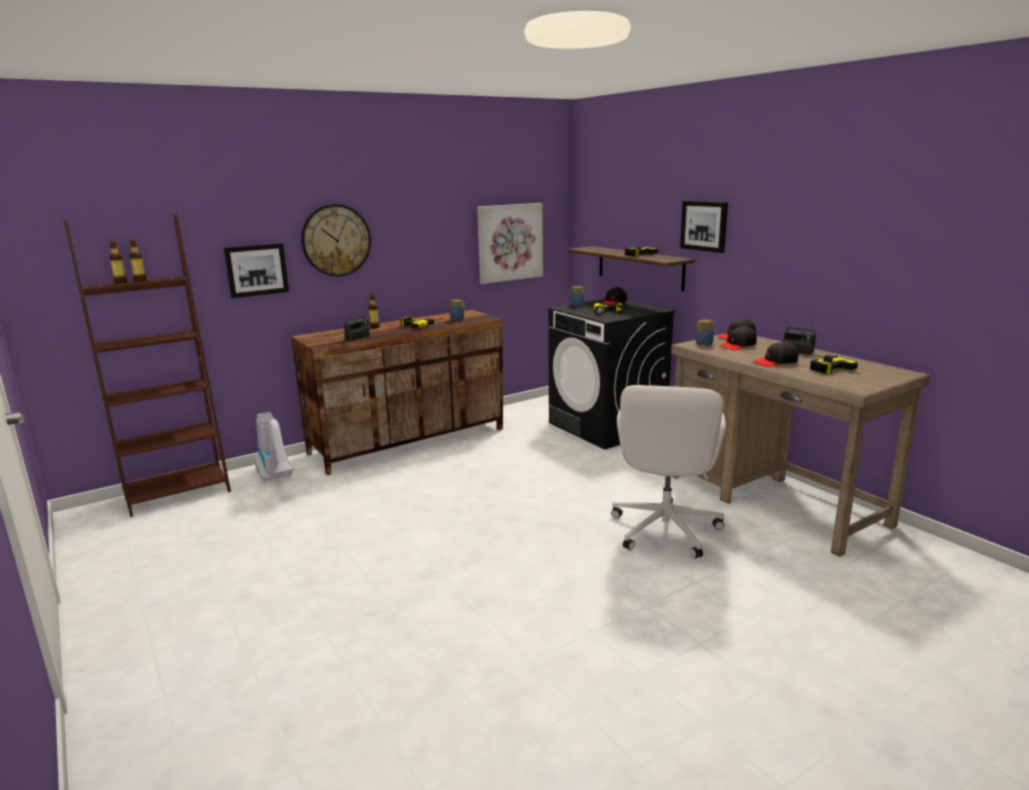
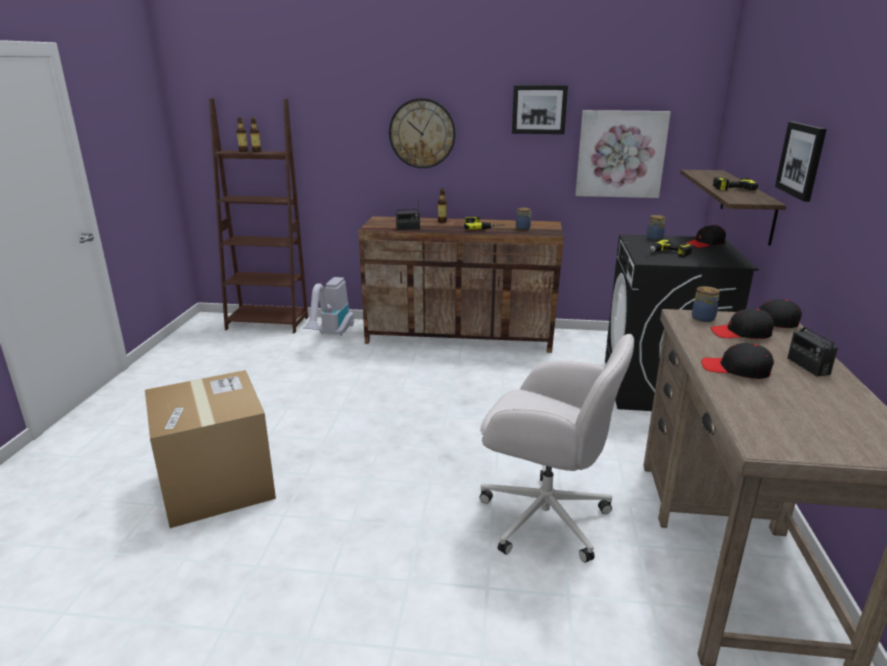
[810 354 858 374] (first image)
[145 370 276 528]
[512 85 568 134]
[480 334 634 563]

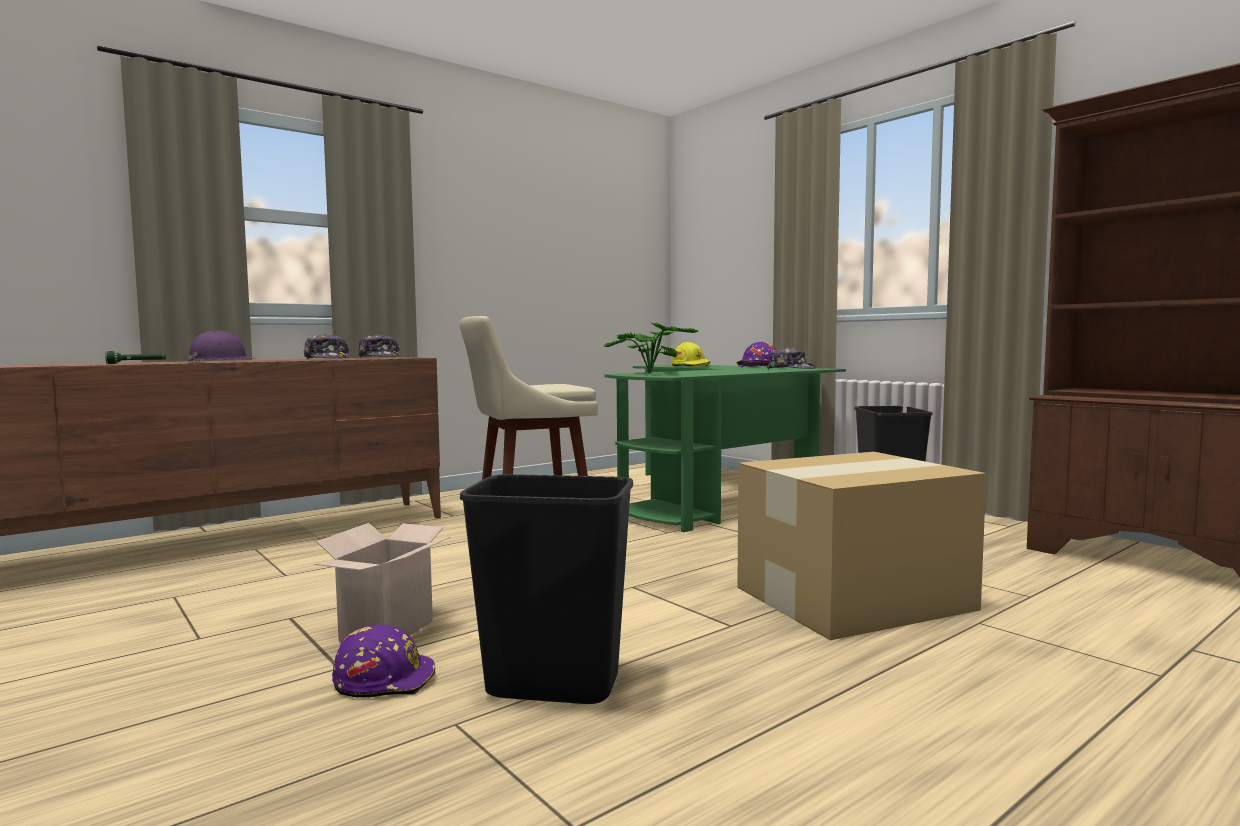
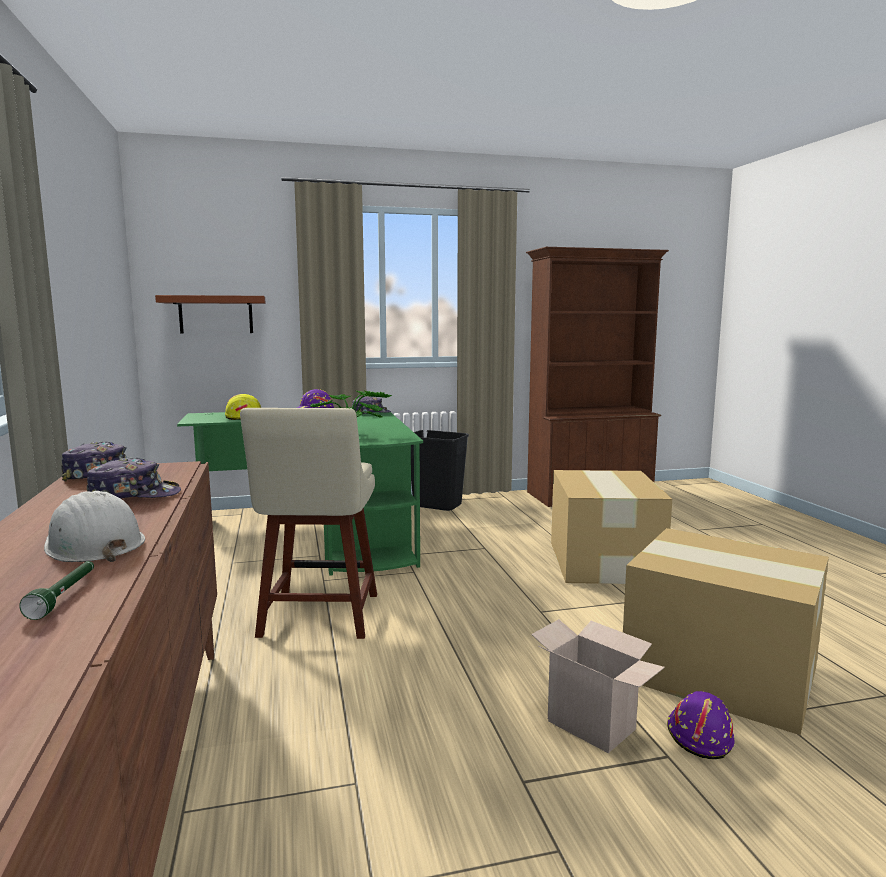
[155 295 265 334]
[623 528 829 735]
[44 491 145 562]

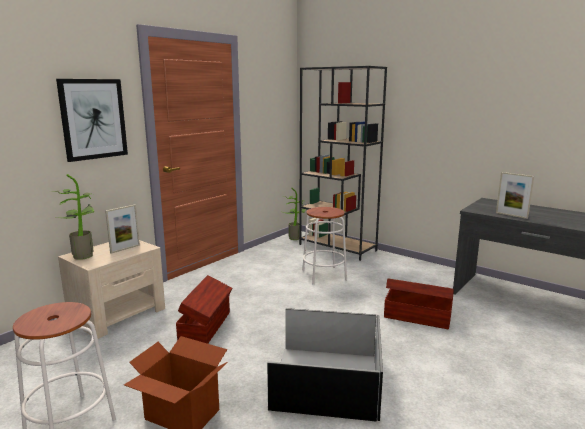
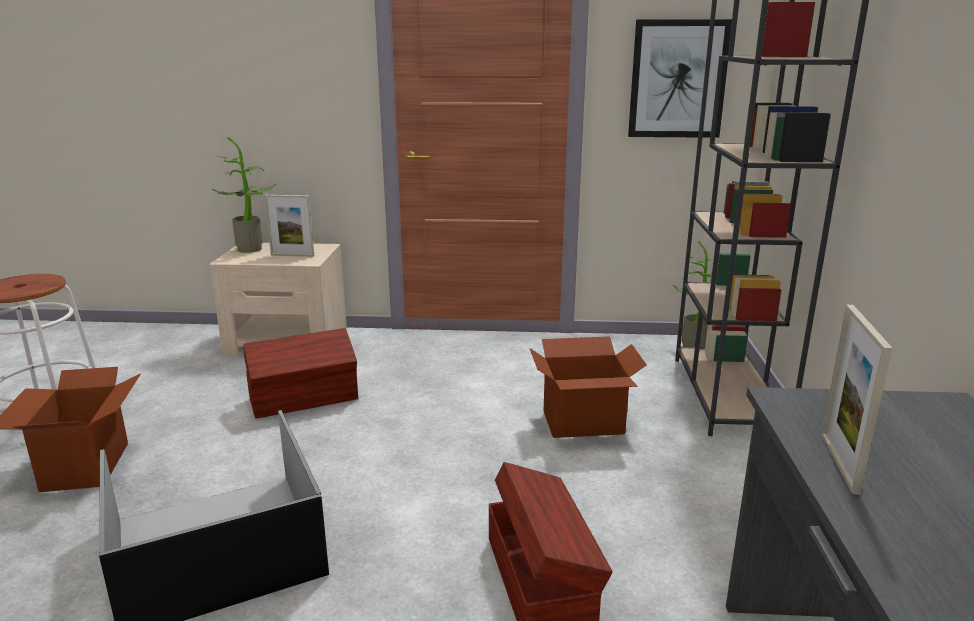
[628 19 732 138]
[530 336 647 438]

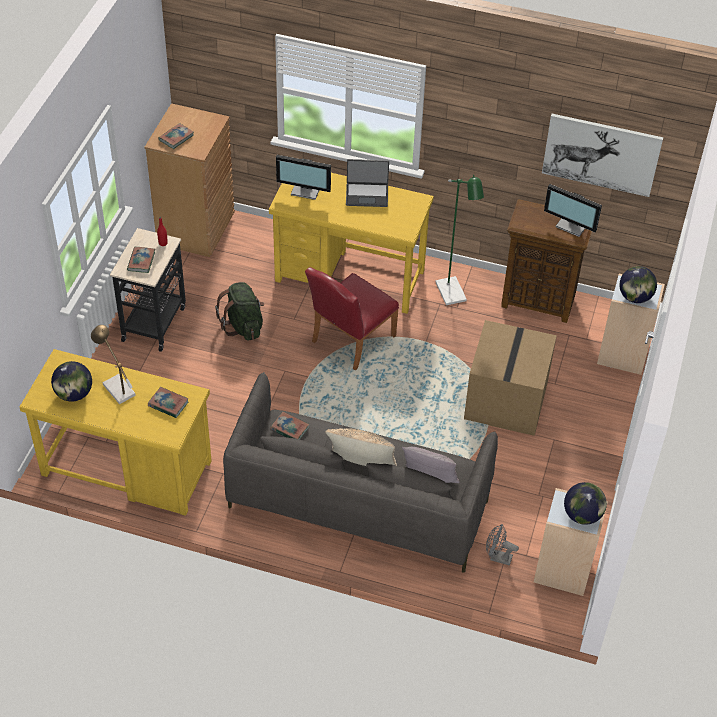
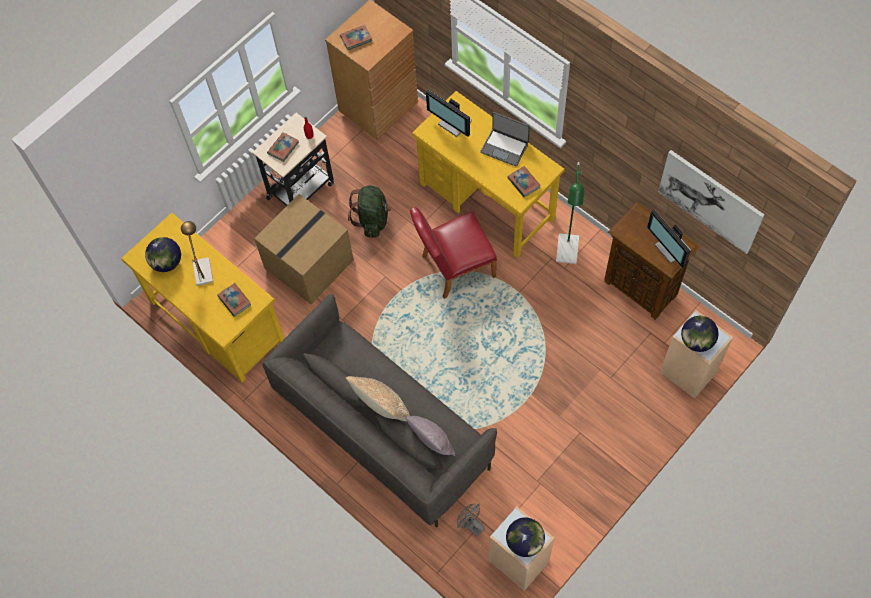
[507 166 541 197]
[254 194 354 304]

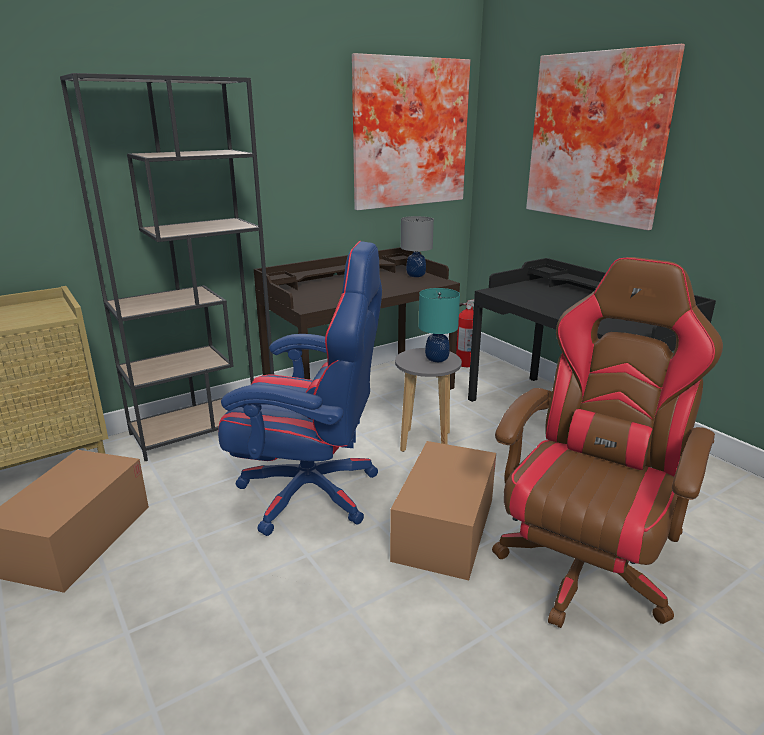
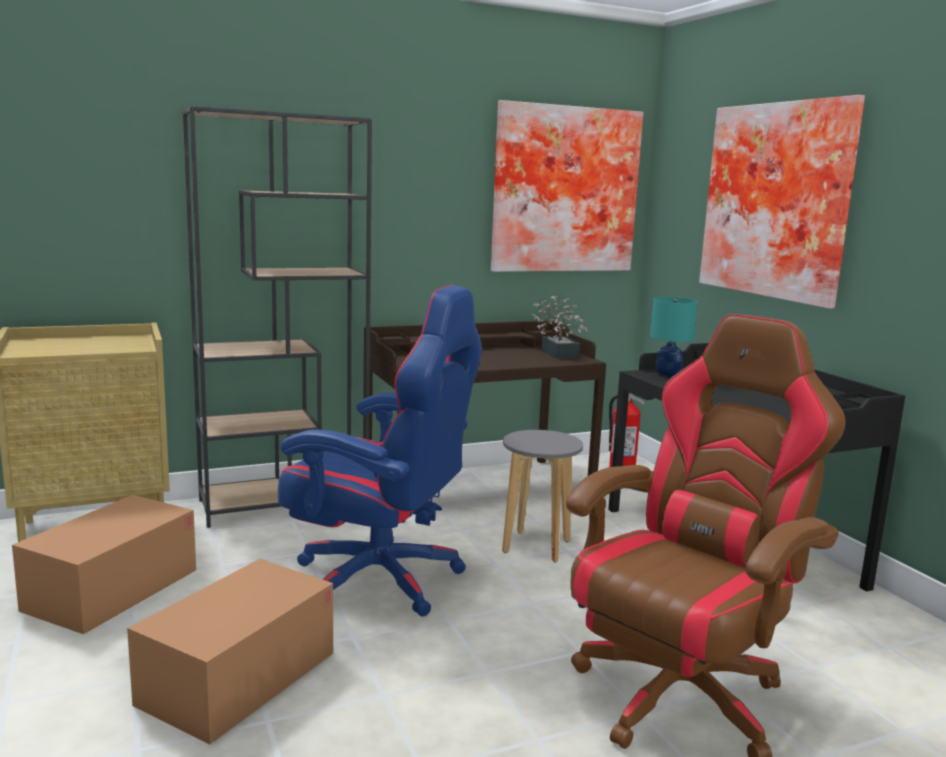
[127 559 333 744]
[650 297 698 376]
[532 296 588 358]

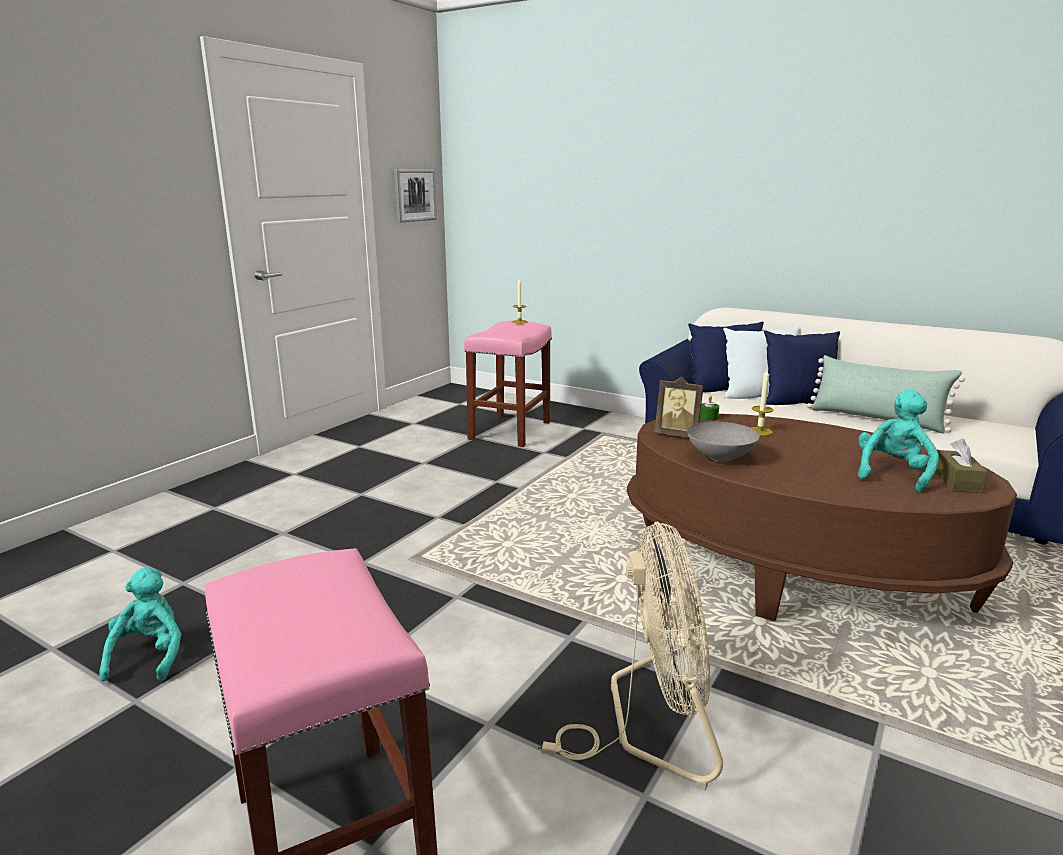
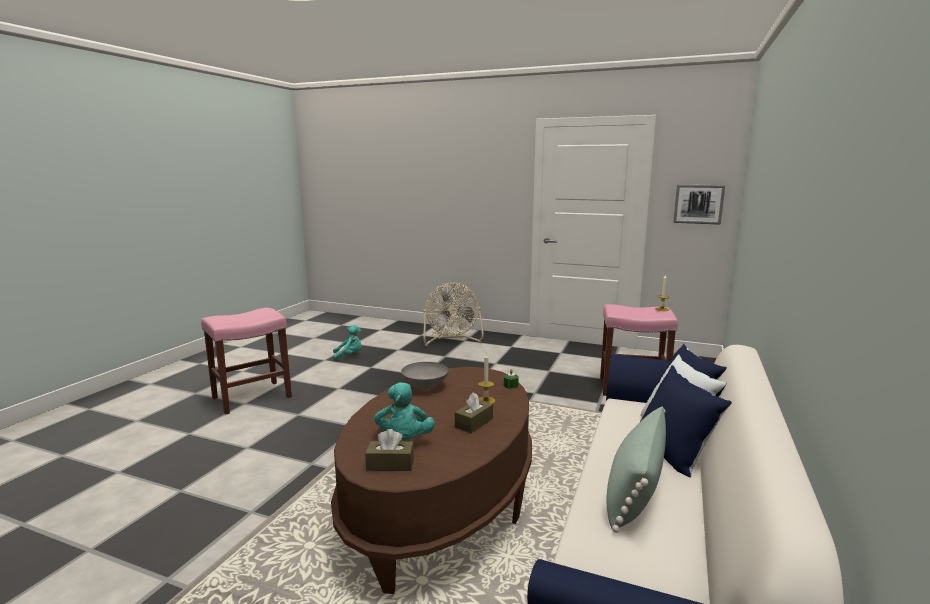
[655 376 703 438] (first image)
[455 392 493 433]
[423 282 484 346]
[374 383 435 440]

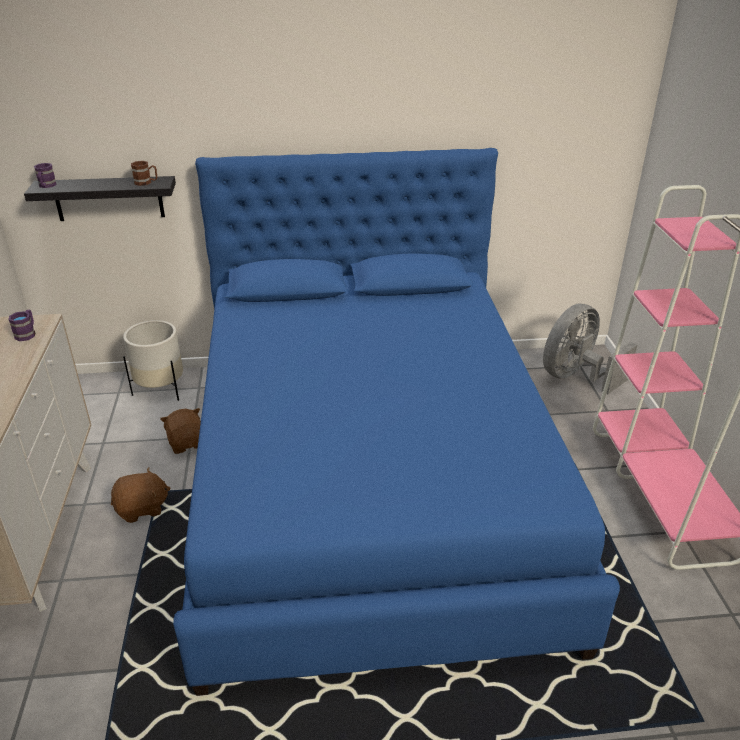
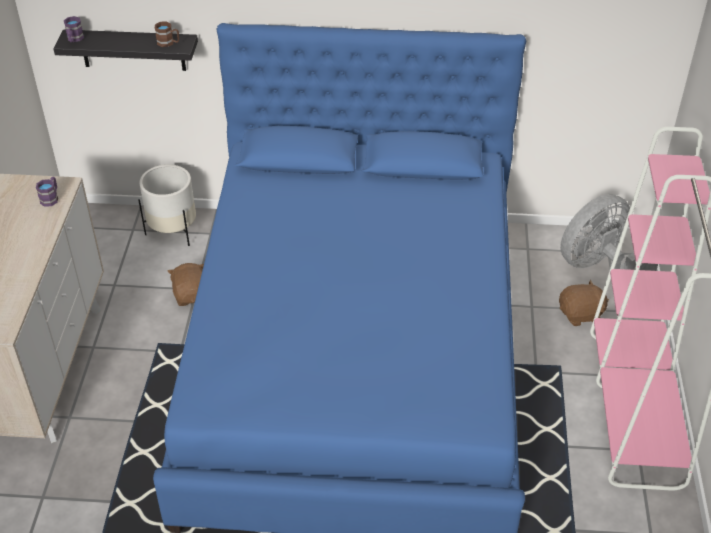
[559 279 609 326]

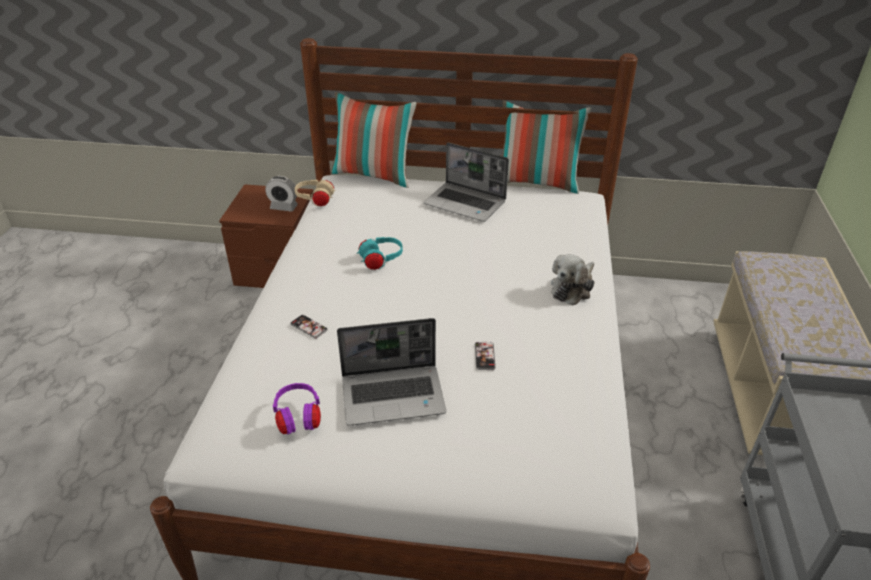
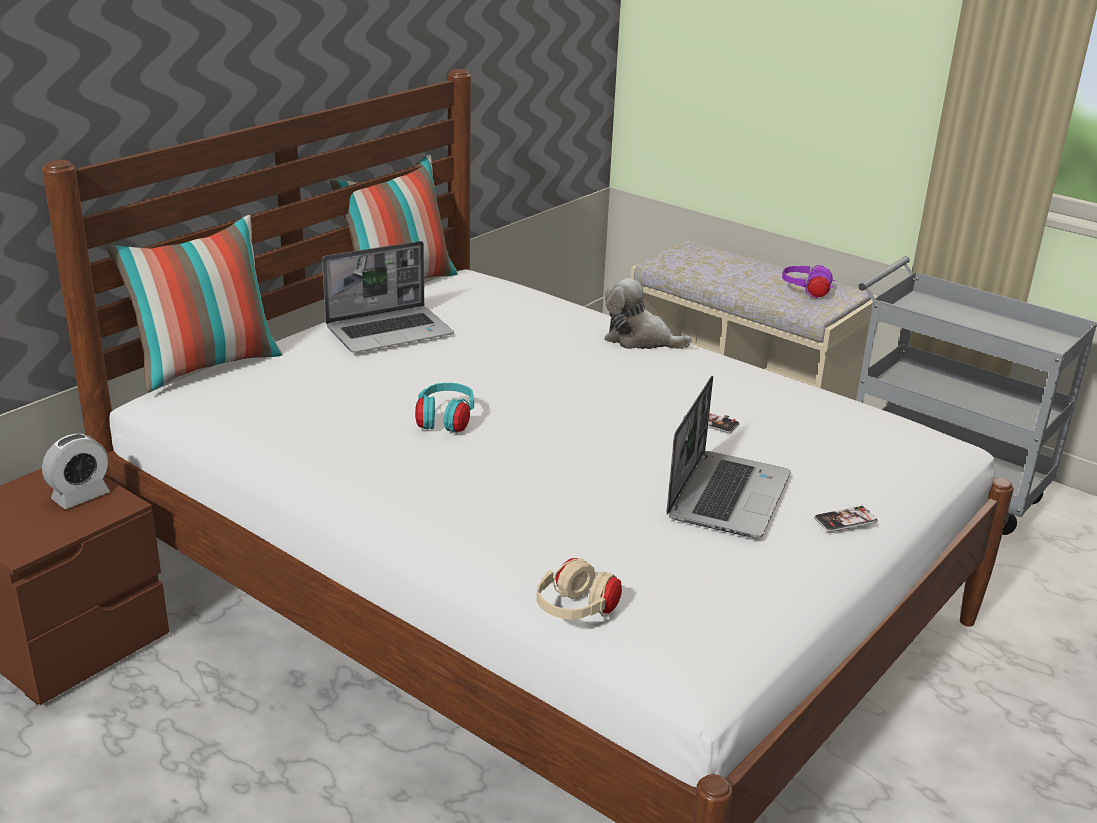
[782 265 836 298]
[814 505 878 532]
[536 558 622 620]
[604 278 692 349]

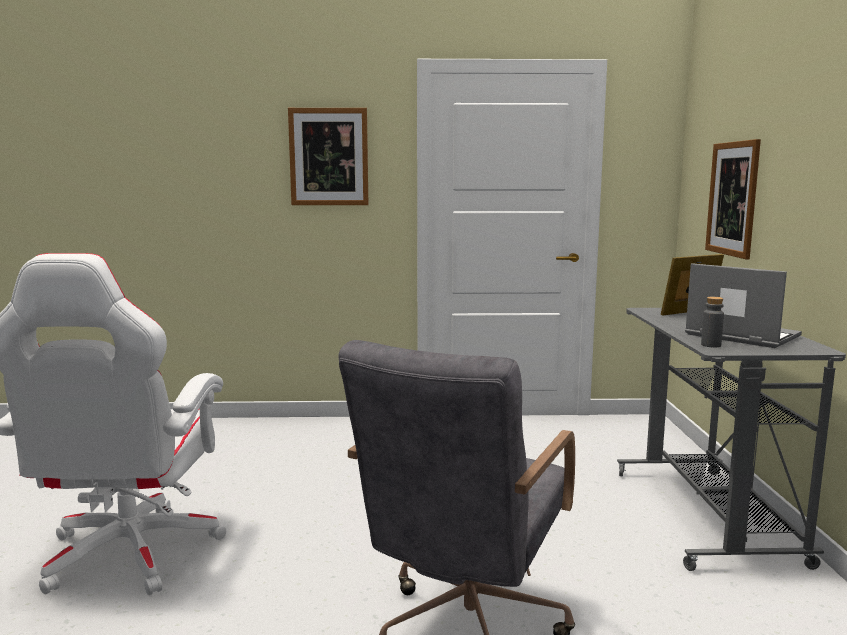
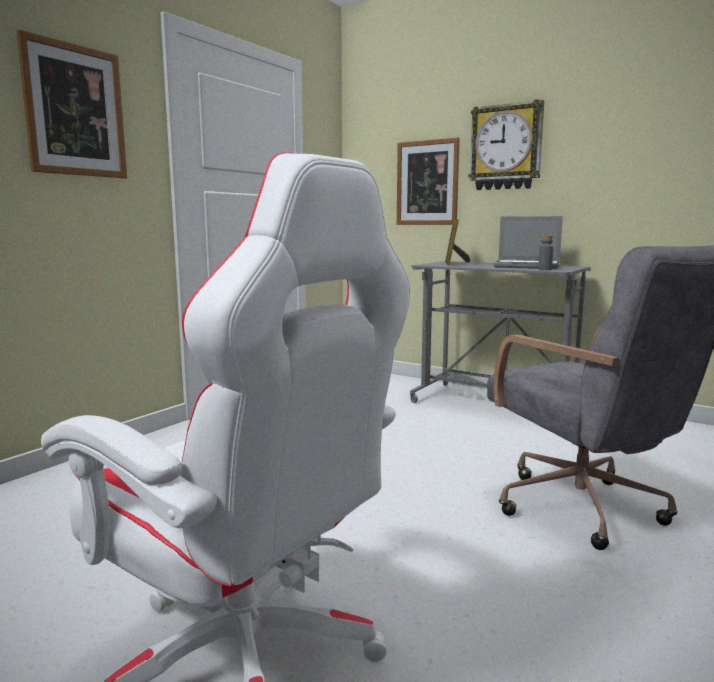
[468 99 544 190]
[493 216 563 269]

